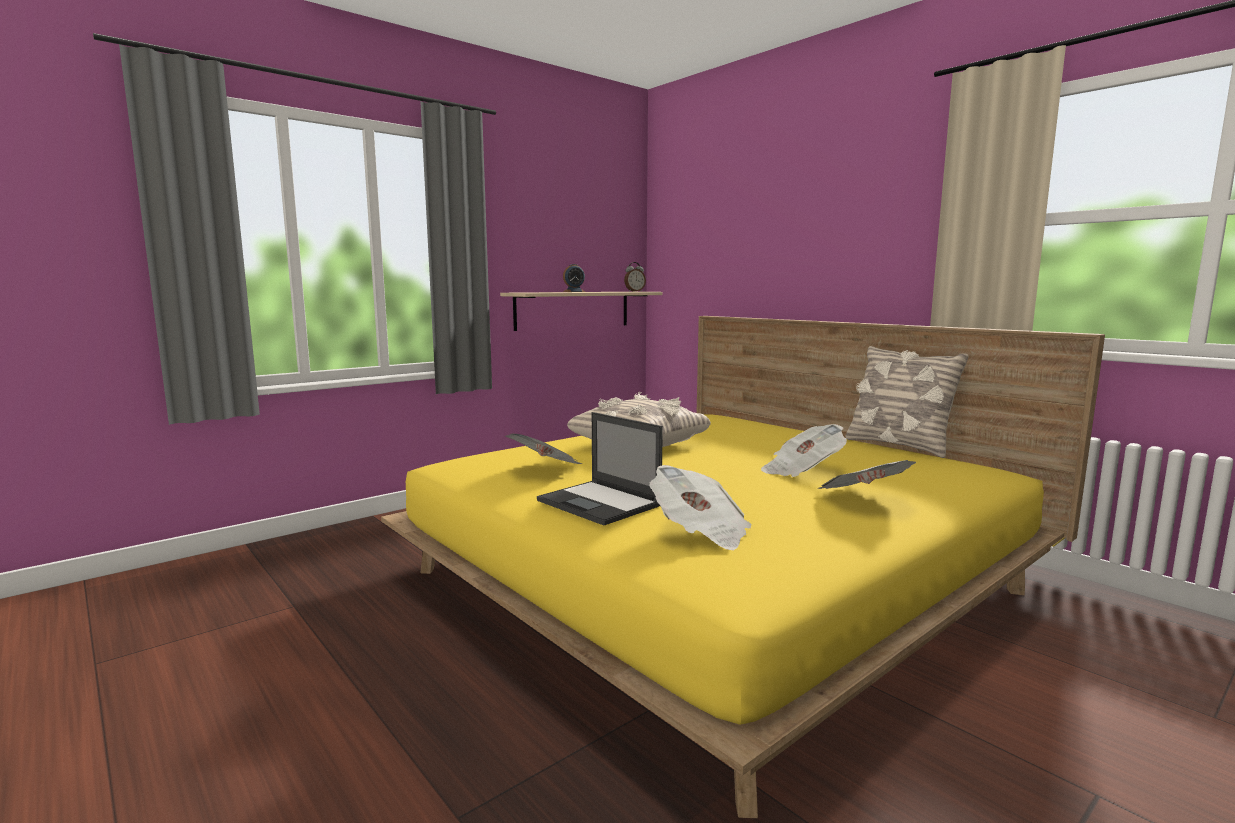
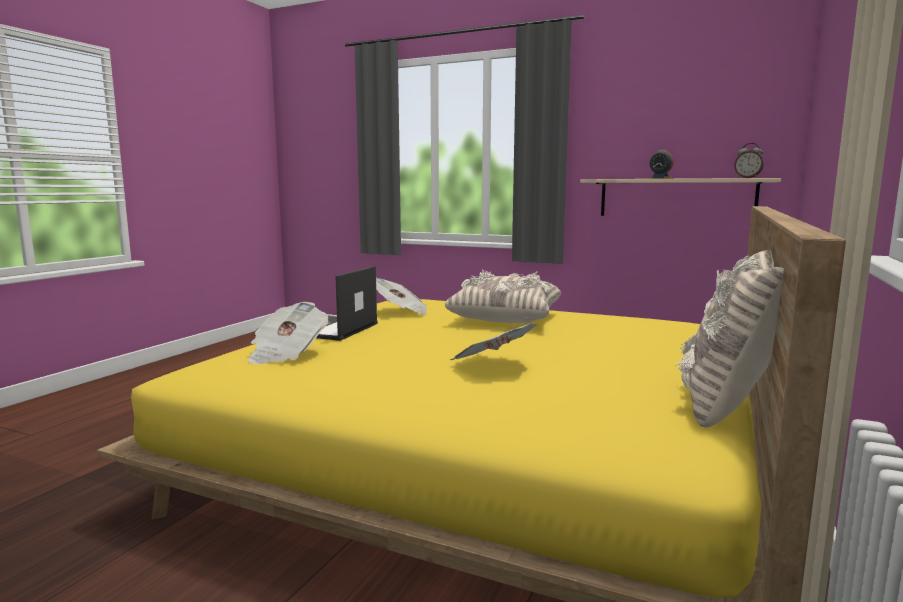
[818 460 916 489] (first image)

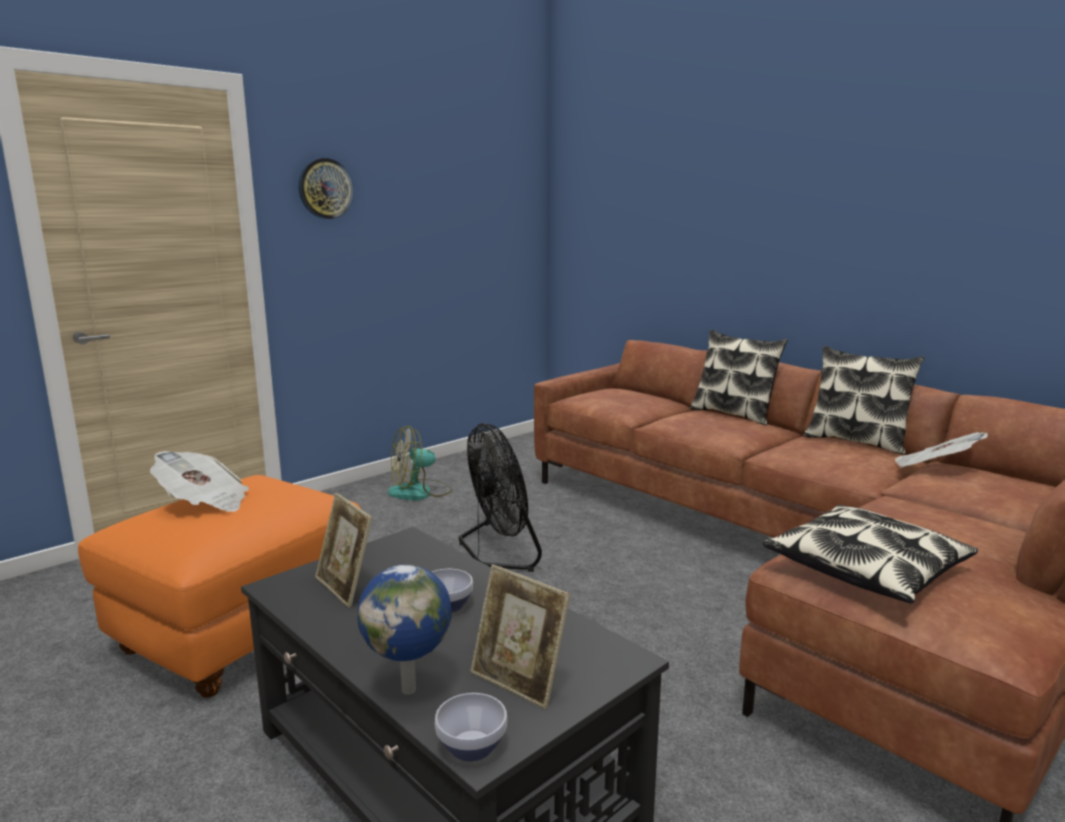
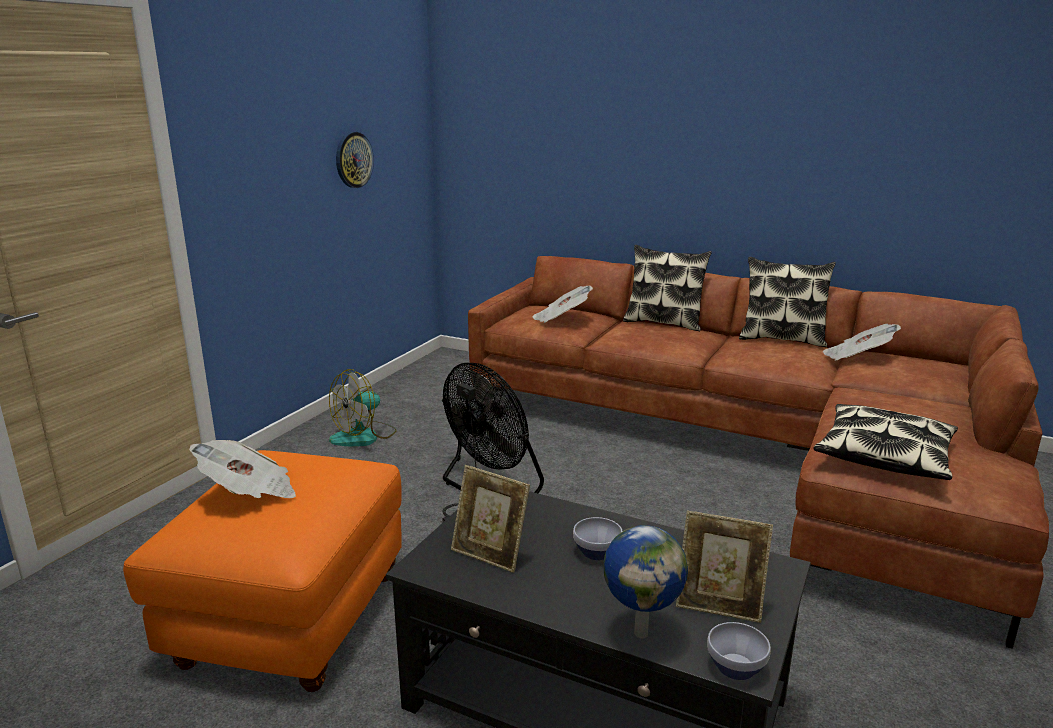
[532 286 593 323]
[336 132 374 188]

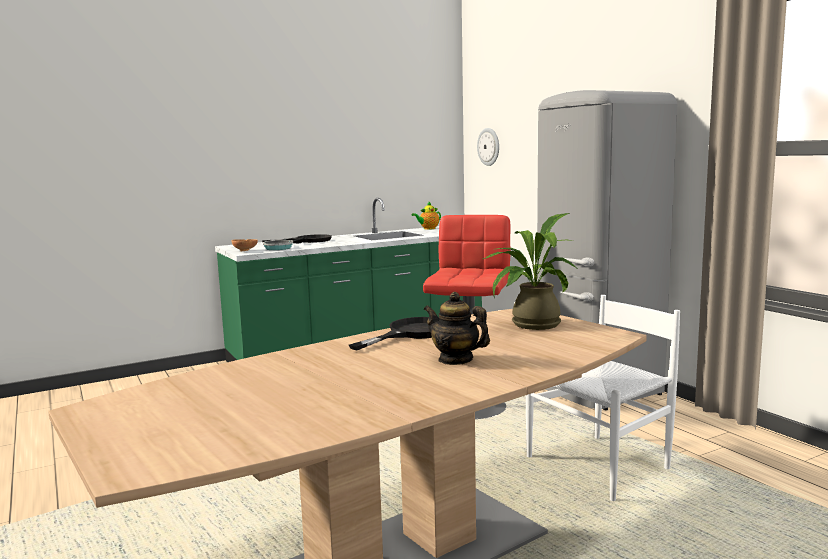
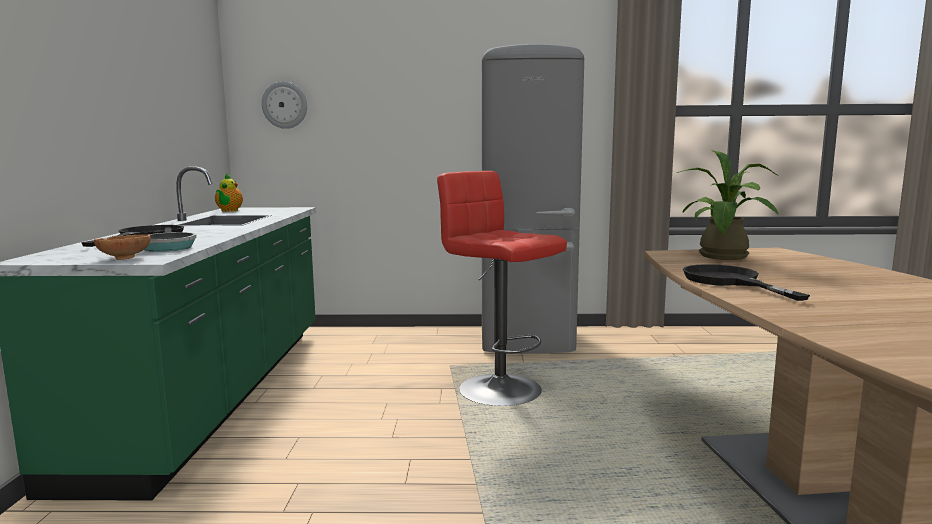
[424 292 490 365] (first image)
[526 295 680 501] (first image)

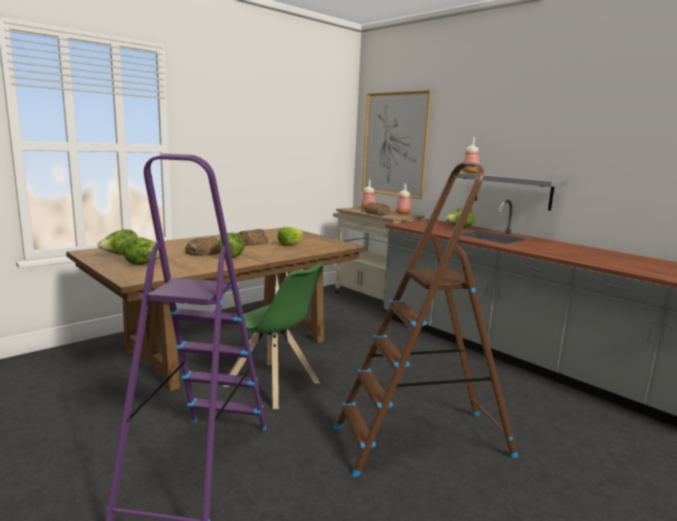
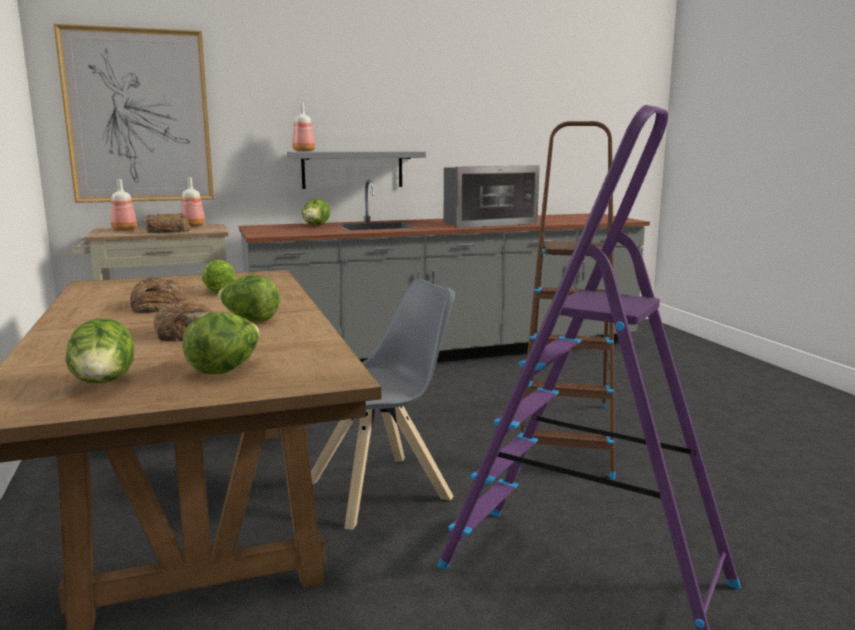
[444 165 540 228]
[311 279 455 530]

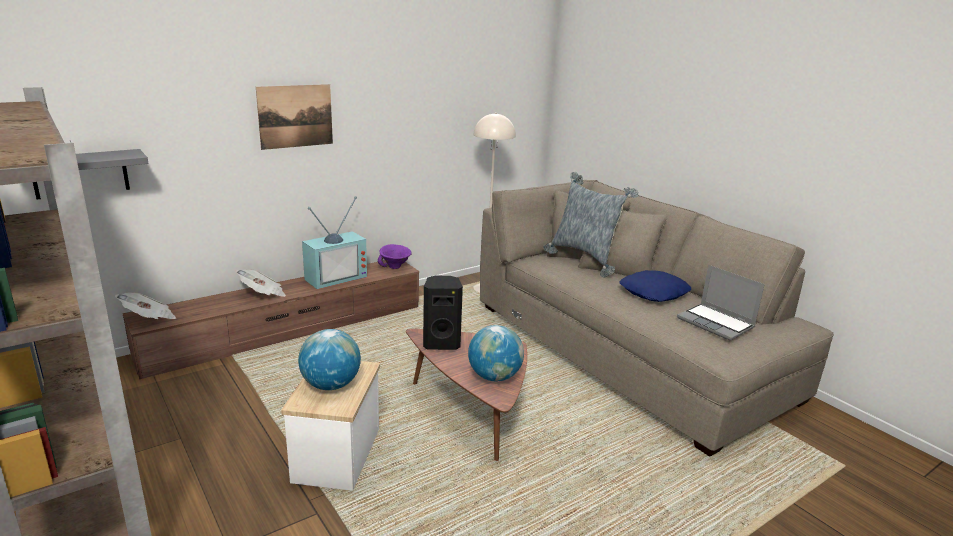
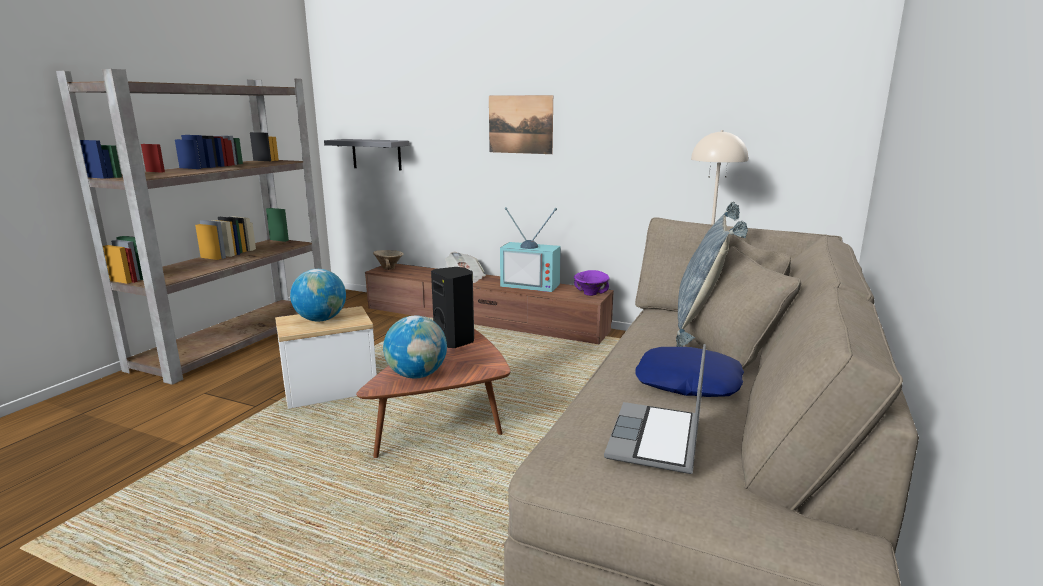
[373 250 404 270]

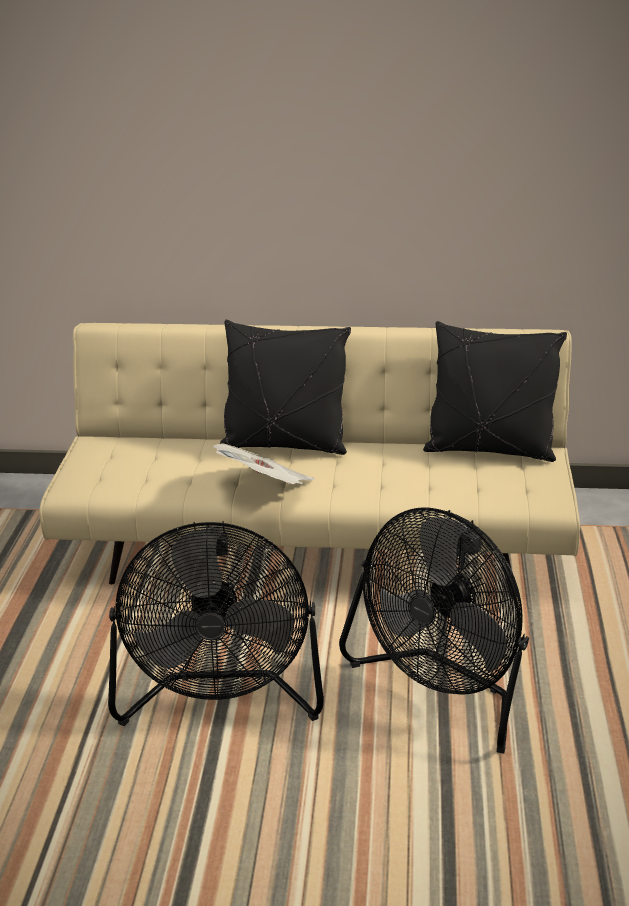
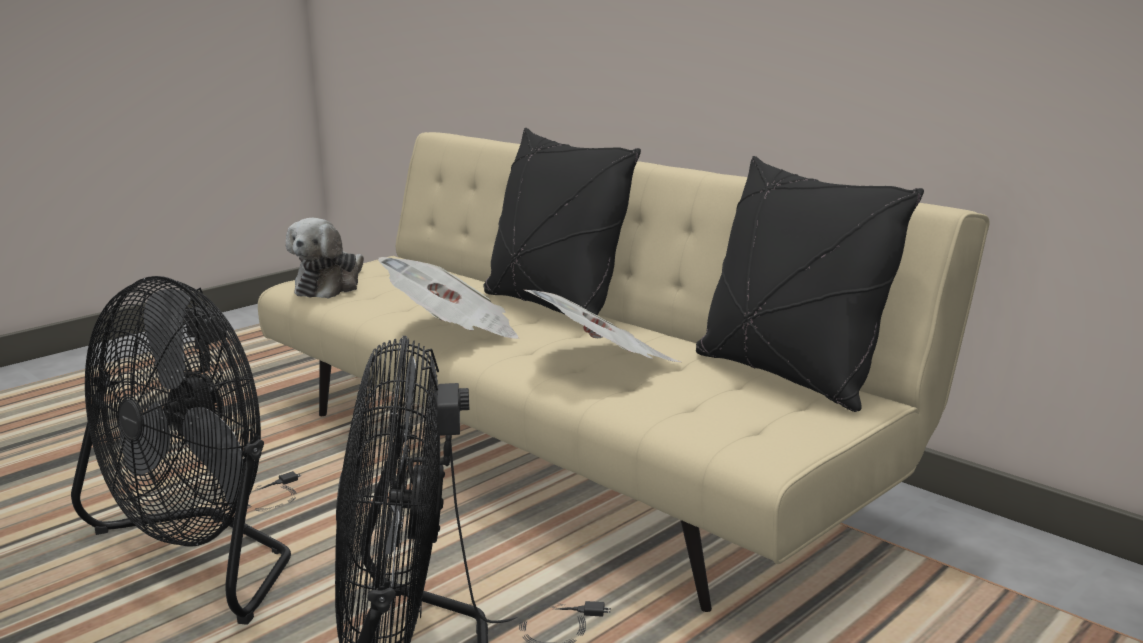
[286 218 364 299]
[524 290 681 362]

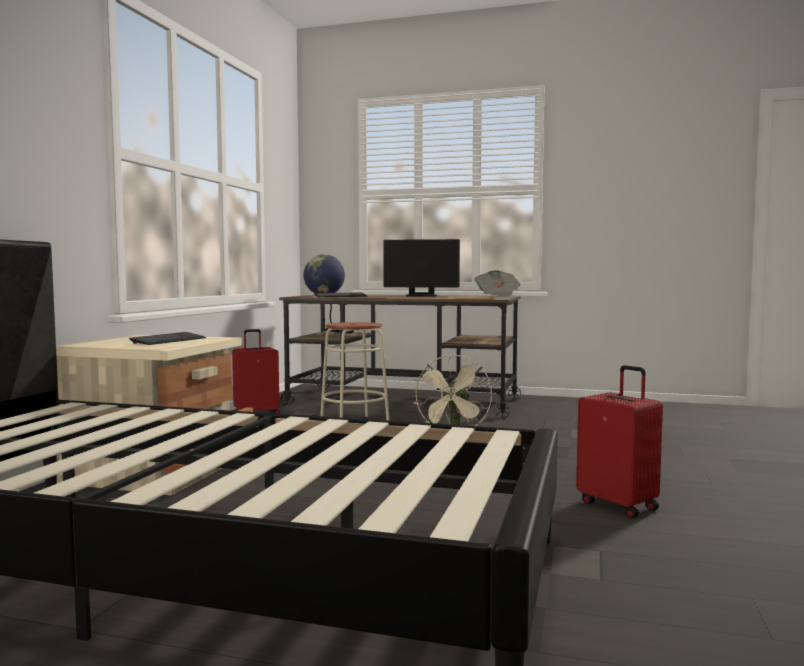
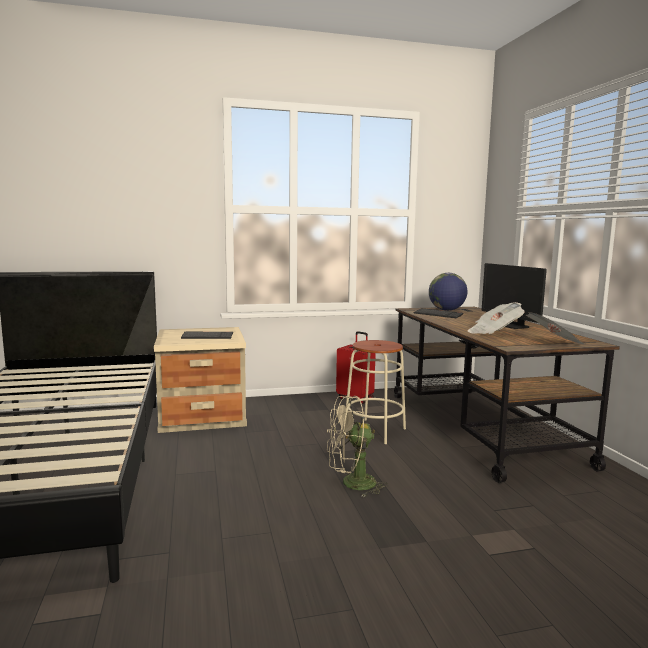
[576 365 663 518] (first image)
[467 302 525 334]

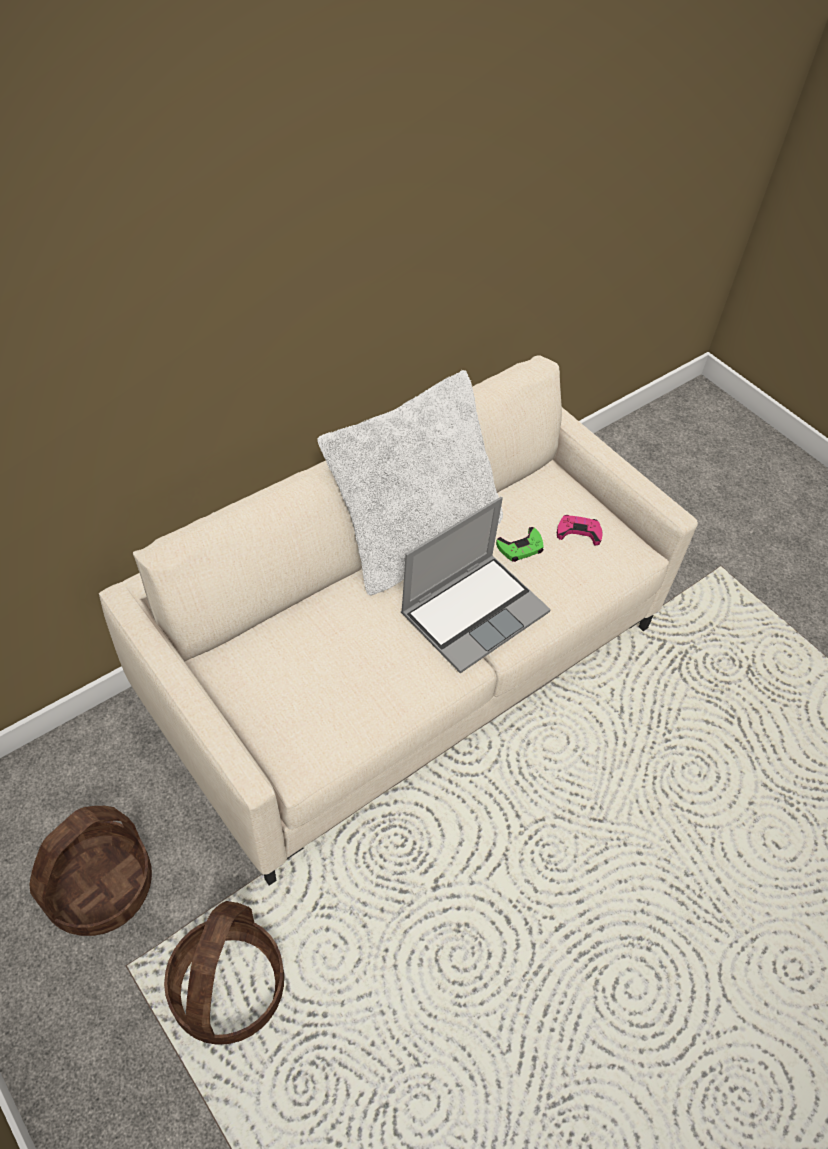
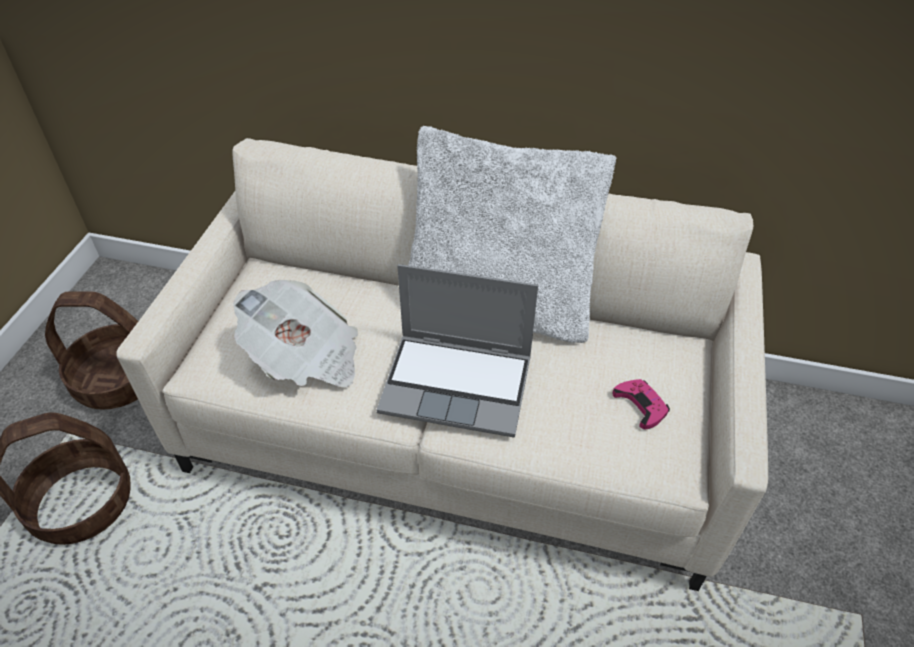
[496 527 544 562] (first image)
[233 280 358 387]

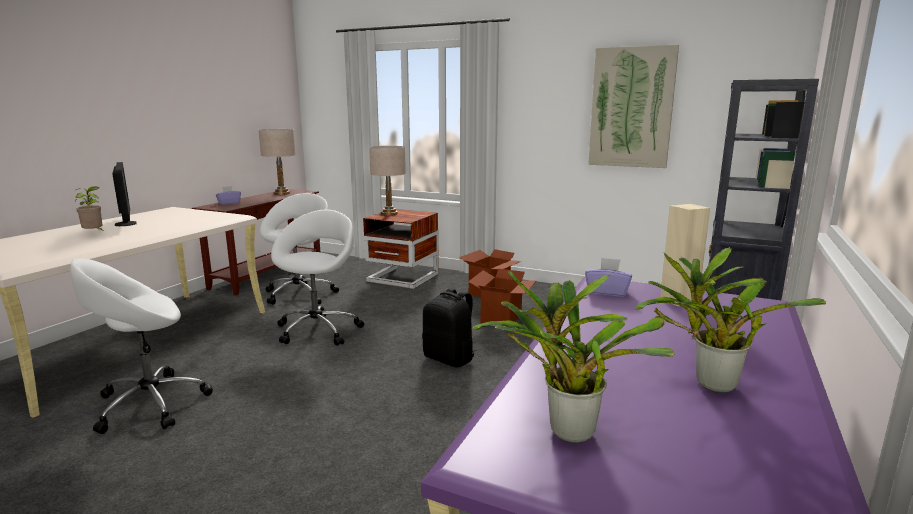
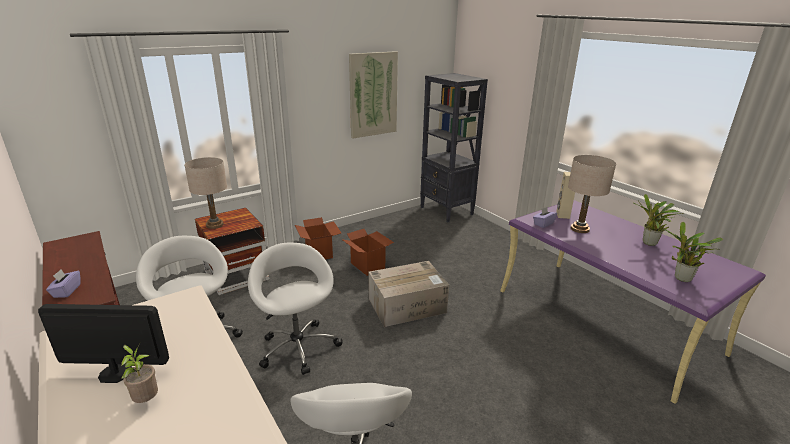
[568 155 616 233]
[368 261 449 327]

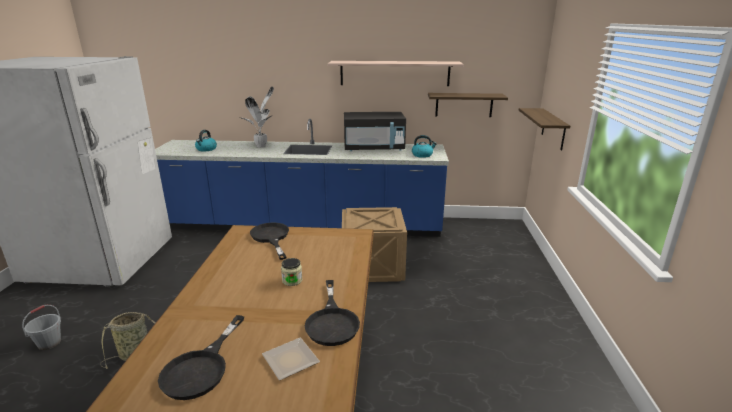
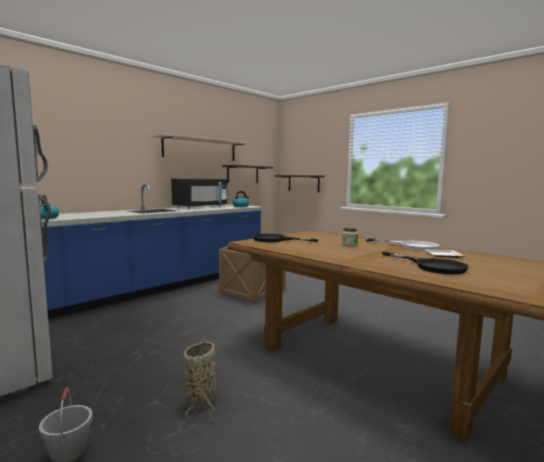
[240 86 274 147] (first image)
[366 238 439 251]

